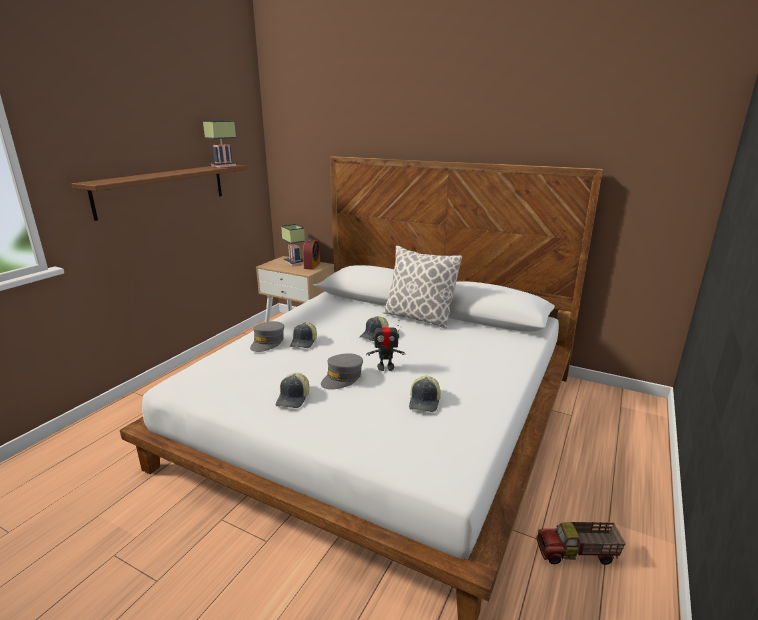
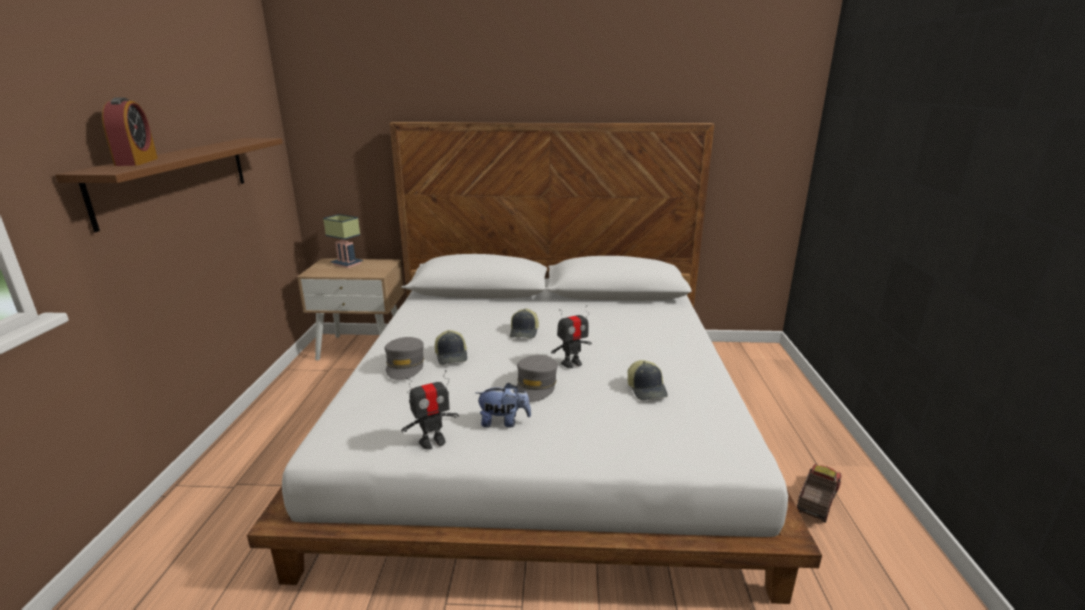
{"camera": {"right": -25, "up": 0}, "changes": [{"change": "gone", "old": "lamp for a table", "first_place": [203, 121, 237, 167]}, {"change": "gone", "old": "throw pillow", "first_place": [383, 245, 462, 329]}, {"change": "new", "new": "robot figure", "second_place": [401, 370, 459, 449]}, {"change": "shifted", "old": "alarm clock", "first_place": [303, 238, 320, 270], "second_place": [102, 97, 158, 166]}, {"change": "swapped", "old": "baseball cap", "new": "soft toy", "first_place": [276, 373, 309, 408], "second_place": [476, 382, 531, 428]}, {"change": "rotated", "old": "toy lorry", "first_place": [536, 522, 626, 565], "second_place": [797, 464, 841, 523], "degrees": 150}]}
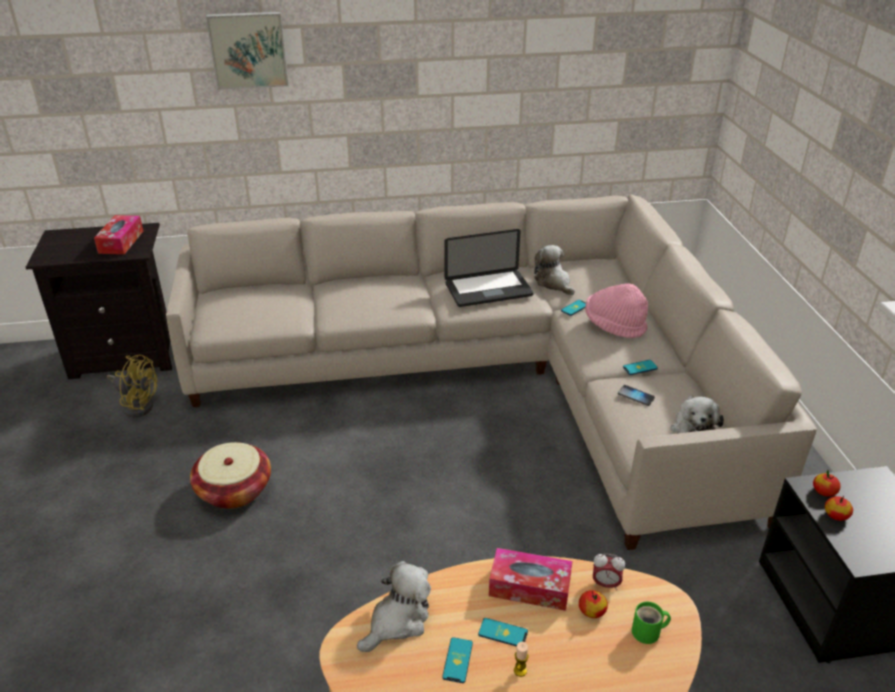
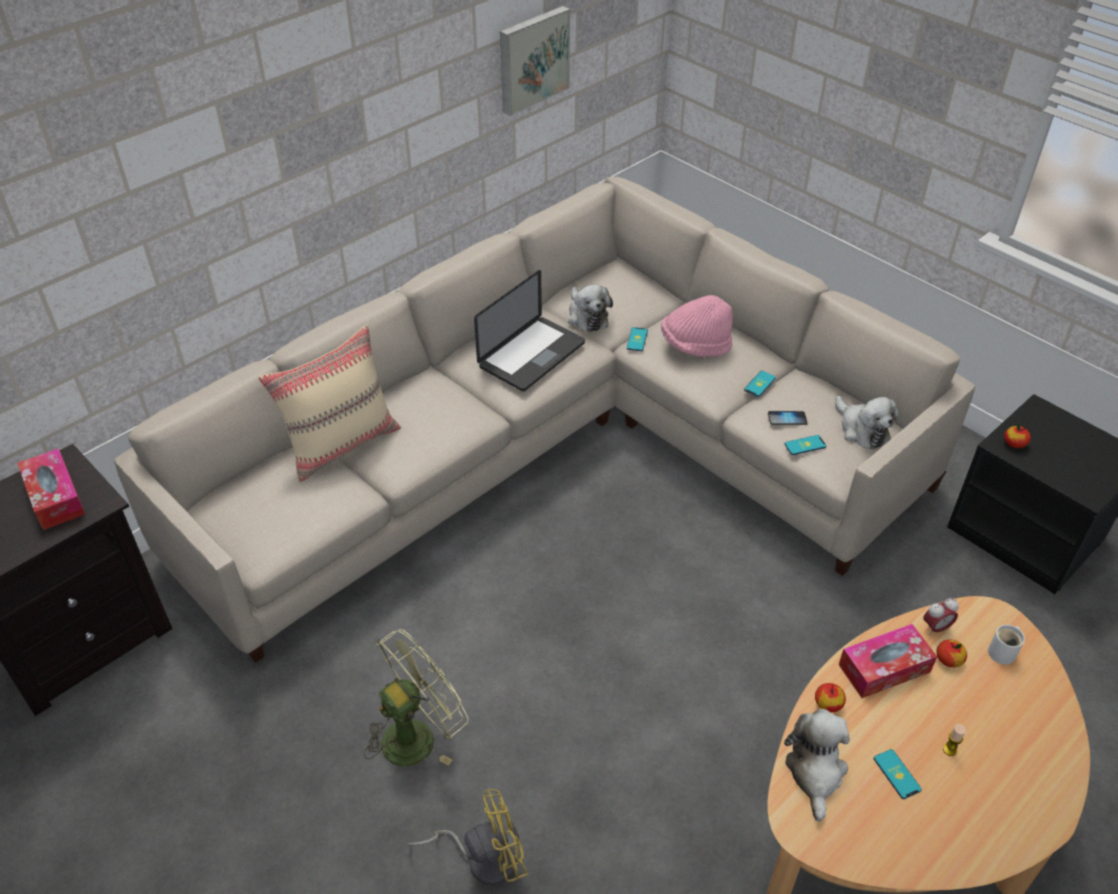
{"camera": {"right": -35, "up": 10}, "changes": [{"change": "new", "new": "sand-coloured throw pillow", "second_place": [258, 325, 401, 482]}, {"change": "shifted", "old": "yellowish cooling fan", "first_place": [107, 354, 157, 417], "second_place": [407, 789, 528, 885]}, {"change": "shifted", "old": "wall picture", "first_place": [206, 12, 289, 90], "second_place": [500, 6, 570, 116]}, {"change": "shifted", "old": "phone", "first_place": [478, 618, 528, 647], "second_place": [785, 435, 826, 455]}, {"change": "shifted", "old": "apple fruit", "first_place": [825, 496, 853, 521], "second_place": [815, 683, 846, 712]}, {"change": "swapped", "old": "basket", "new": "greenish cooling fan", "first_place": [190, 442, 271, 509], "second_place": [364, 629, 469, 766]}, {"change": "repainted", "old": "greenish coffee mug", "new": "white coffee mug", "first_place": [632, 601, 671, 644], "second_place": [988, 625, 1025, 665]}, {"change": "rotated", "old": "soft toy", "first_place": [534, 245, 575, 295], "second_place": [568, 284, 613, 332], "degrees": -135}]}
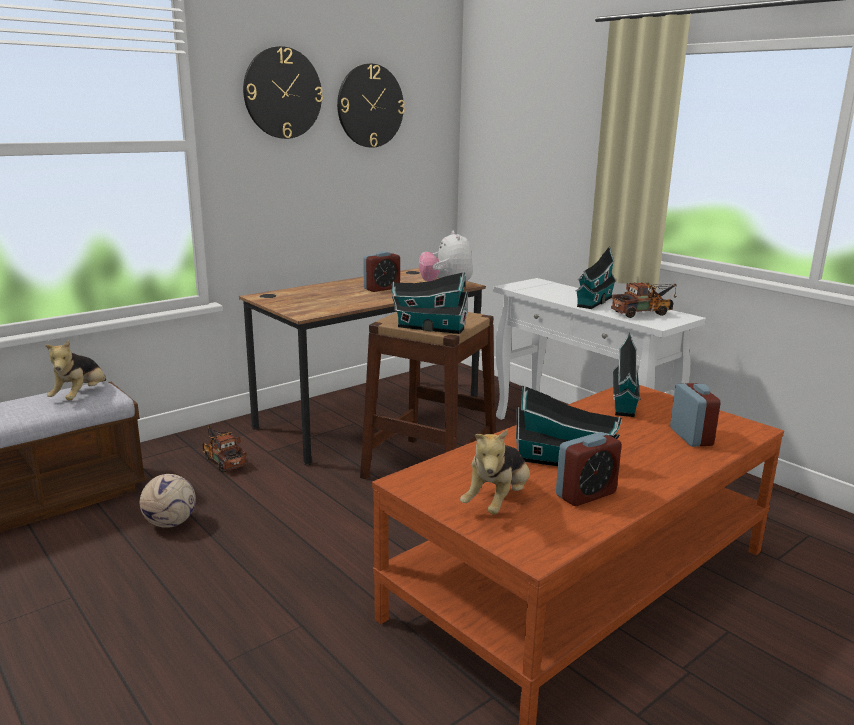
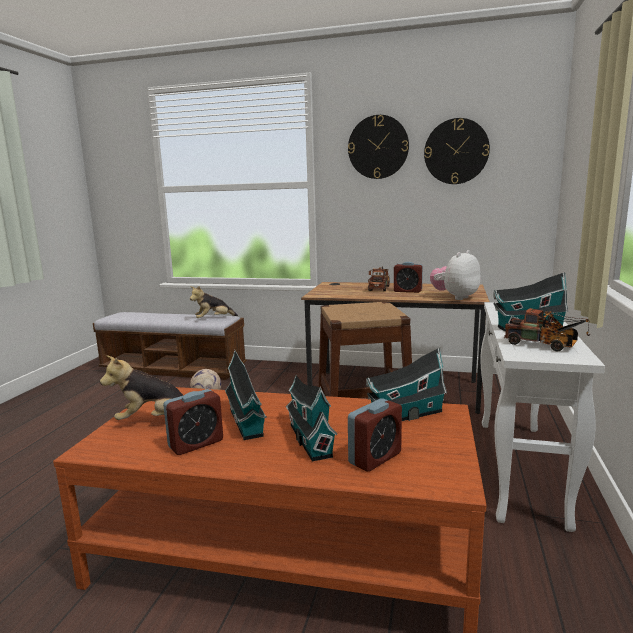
{"camera": {"right": 55, "up": -5}, "changes": [{"change": "shifted", "old": "toy lorry", "first_place": [203, 426, 247, 472], "second_place": [368, 266, 390, 291]}, {"change": "shifted", "old": "model house", "first_place": [392, 271, 468, 334], "second_place": [286, 375, 337, 461]}, {"change": "rotated", "old": "alarm clock", "first_place": [556, 432, 622, 506], "second_place": [163, 389, 223, 455], "degrees": -60}]}
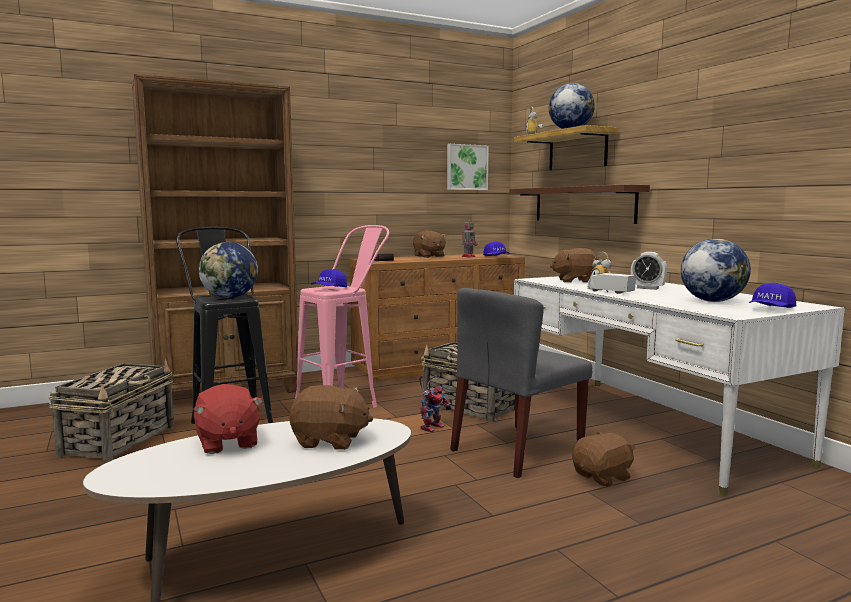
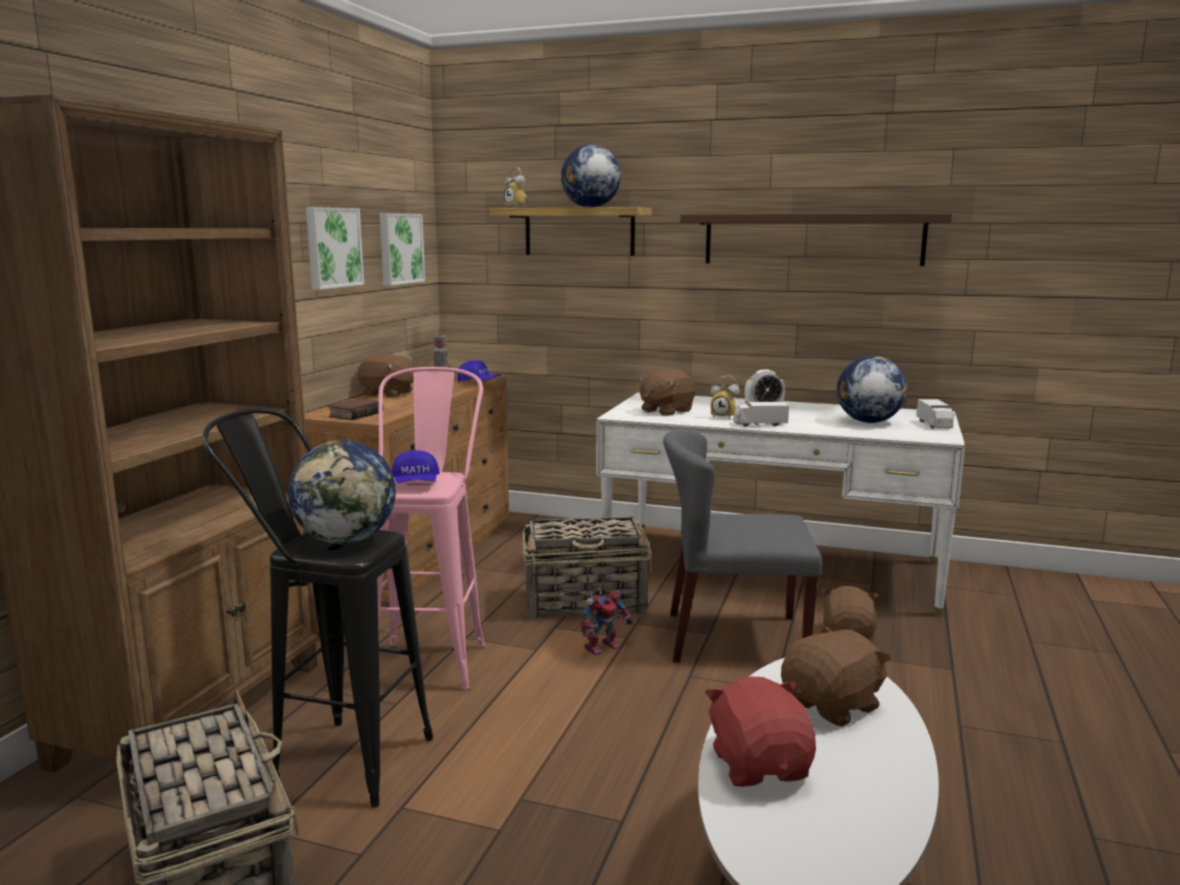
{"camera": {"right": -45, "up": 5}, "changes": [{"change": "new", "new": "wall picture", "second_place": [306, 207, 364, 289]}, {"change": "shifted", "old": "brownish bracket shelf", "first_place": [509, 185, 650, 224], "second_place": [680, 213, 952, 266]}, {"change": "swapped", "old": "blue baseball cap", "new": "toy lorry", "first_place": [749, 283, 796, 308], "second_place": [916, 399, 955, 429]}, {"change": "rotated", "old": "red soft toy", "first_place": [193, 384, 263, 454], "second_place": [705, 677, 816, 787], "degrees": -120}, {"change": "rotated", "old": "robot figure", "first_place": [419, 375, 452, 432], "second_place": [581, 575, 633, 656], "degrees": 60}, {"change": "rotated", "old": "greyish chair", "first_place": [450, 288, 592, 478], "second_place": [663, 430, 822, 663], "degrees": 90}]}
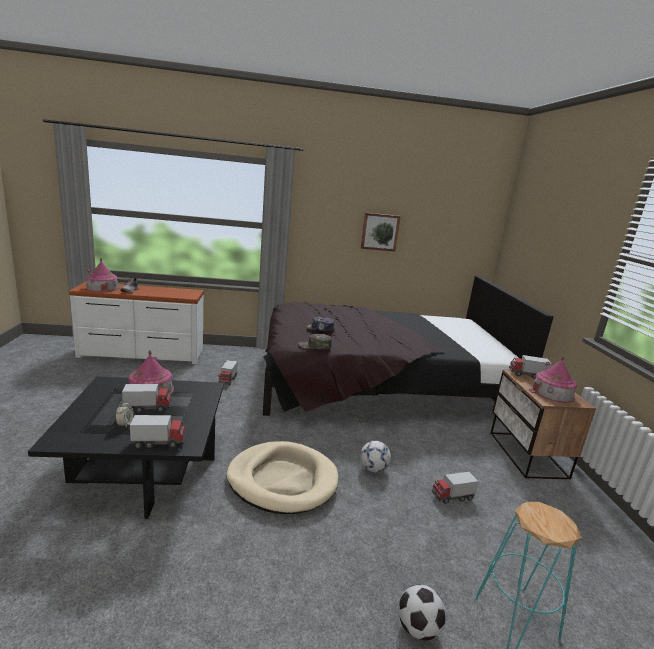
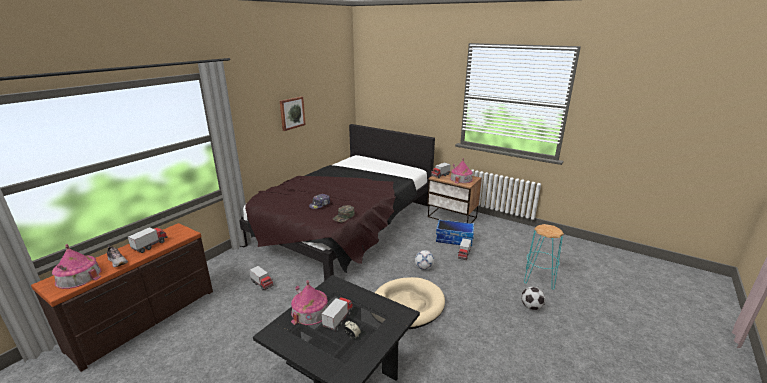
{"camera": {"right": -50, "up": 5}, "changes": [{"change": "new", "new": "storage bin", "second_place": [436, 219, 474, 246]}, {"change": "shifted", "old": "toy lorry", "first_place": [130, 415, 186, 449], "second_place": [128, 227, 168, 253]}, {"change": "repainted", "old": "white dresser", "new": "brownish dresser", "first_place": [69, 282, 204, 364], "second_place": [31, 223, 213, 372]}]}
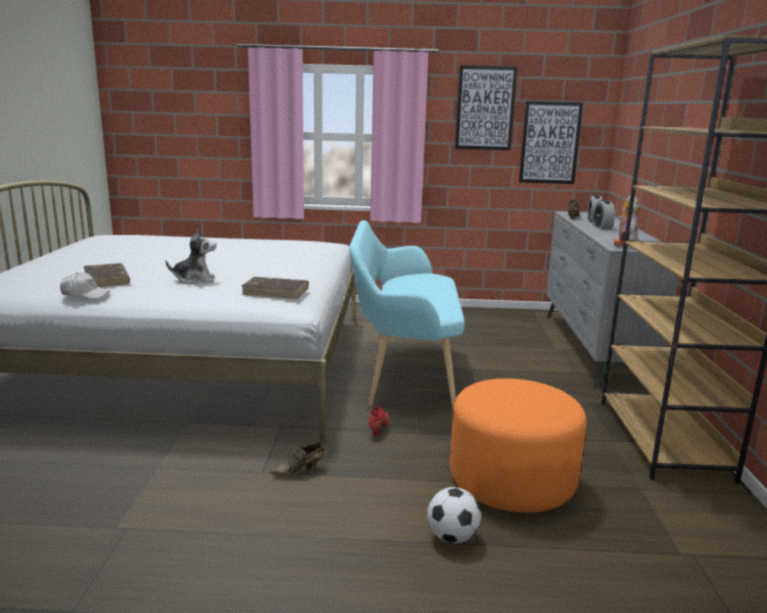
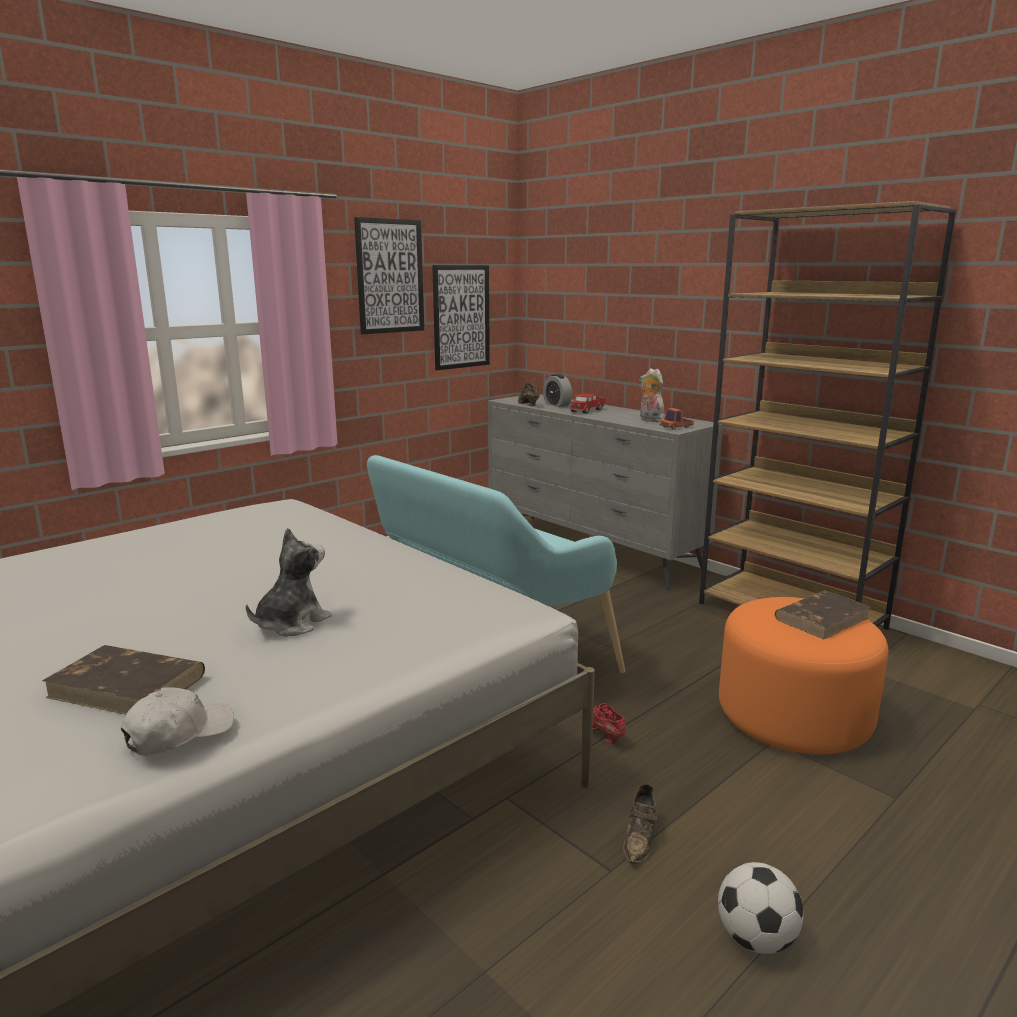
{"camera": {"right": -45, "up": 0}, "changes": [{"change": "shifted", "old": "brownish book", "first_place": [242, 277, 309, 299], "second_place": [775, 591, 871, 639]}, {"change": "shifted", "old": "football", "first_place": [427, 487, 481, 543], "second_place": [718, 862, 804, 954]}, {"change": "swapped", "old": "alarm clock", "new": "toy lorry", "first_place": [592, 200, 615, 229], "second_place": [570, 394, 606, 414]}]}
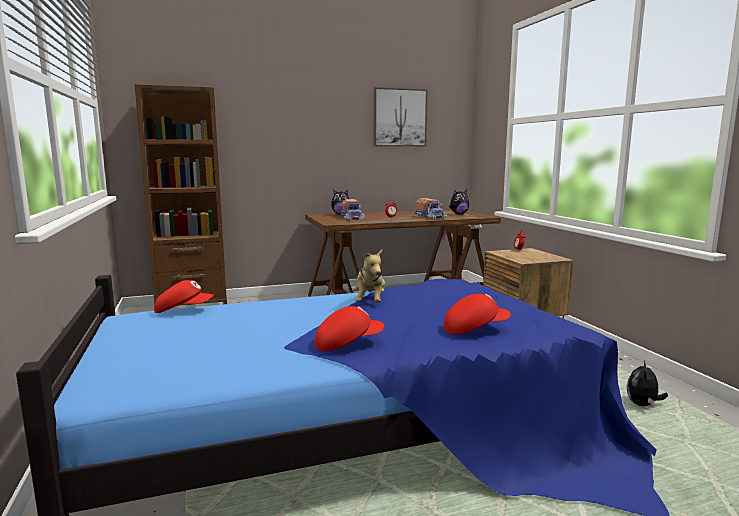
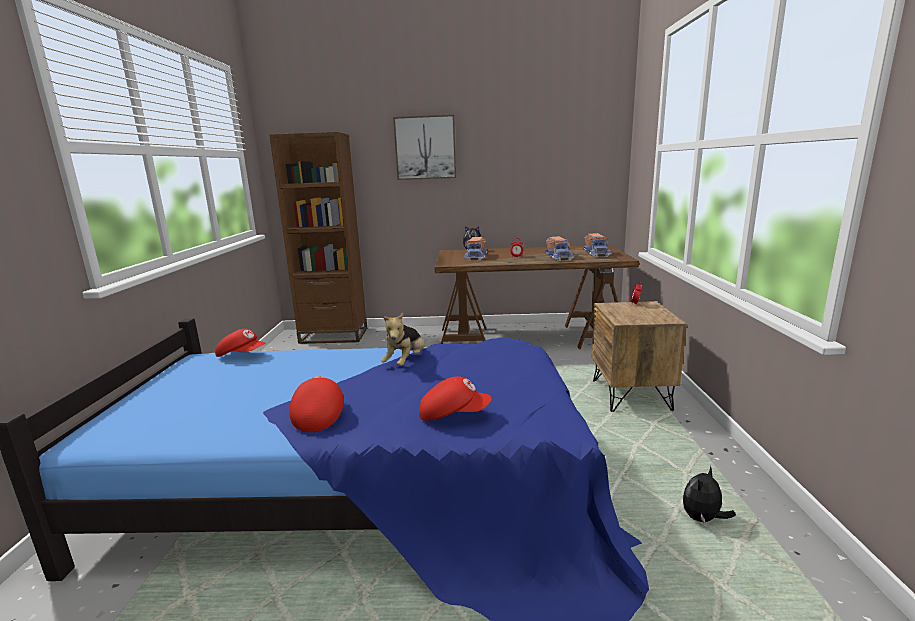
{"camera": {"right": 20, "up": 5}, "changes": [{"change": "shifted", "old": "wall picture", "first_place": [374, 87, 428, 146], "second_place": [393, 115, 456, 180]}, {"change": "swapped", "old": "soft toy", "new": "toy lorry", "first_place": [449, 190, 469, 214], "second_place": [583, 233, 612, 257]}, {"change": "rotated", "old": "red baseball cap", "first_place": [315, 306, 384, 351], "second_place": [289, 376, 344, 432], "degrees": -90}]}
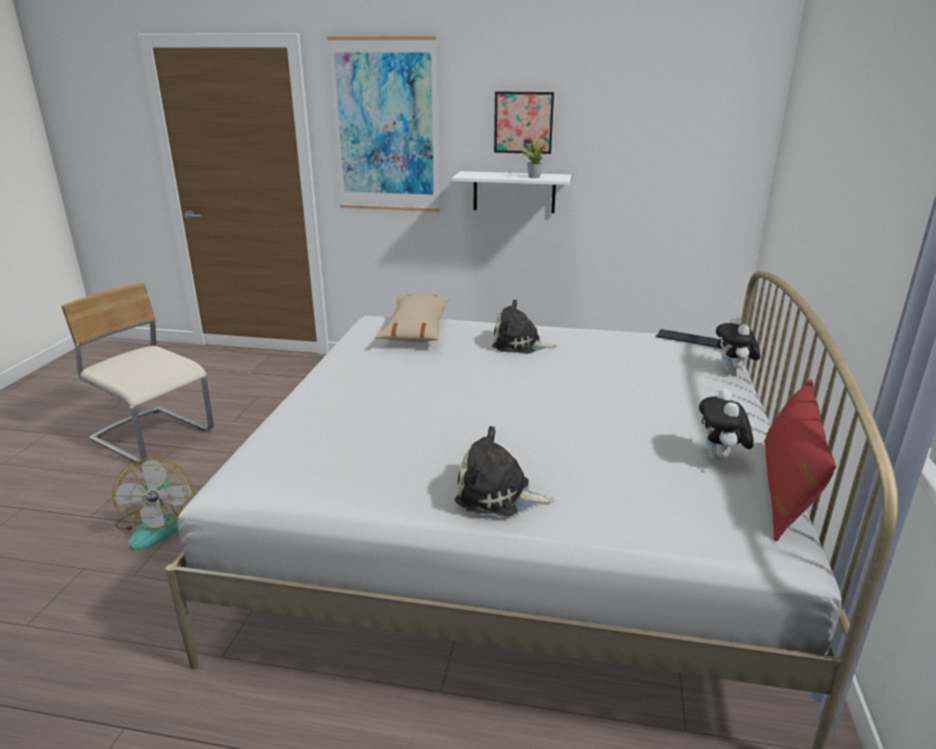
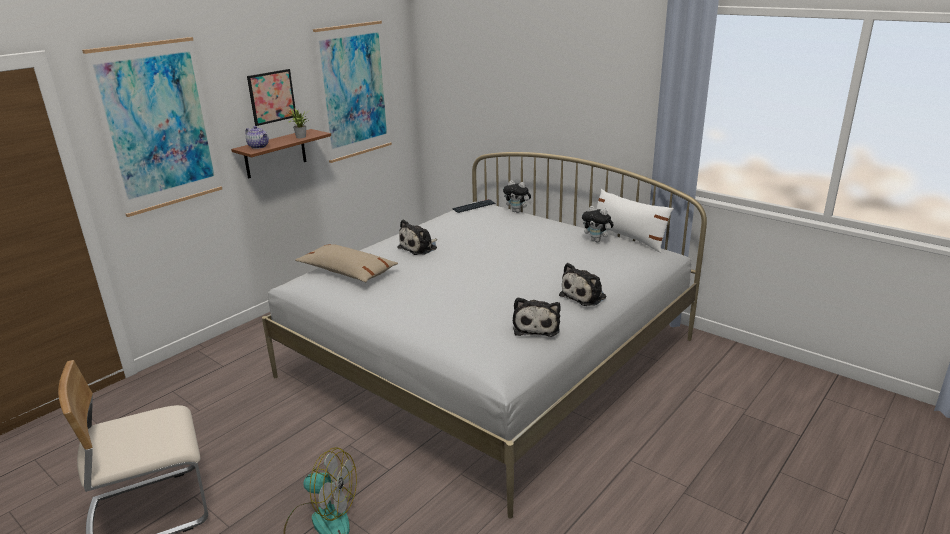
{"camera": {"right": -60, "up": 0}, "changes": [{"change": "new", "new": "pot for tea", "second_place": [245, 126, 269, 149]}, {"change": "new", "new": "wall picture", "second_place": [313, 21, 392, 163]}, {"change": "new", "new": "soft toy", "second_place": [513, 297, 561, 337]}, {"change": "repainted", "old": "white bracket shelf", "new": "brownish bracket shelf", "first_place": [452, 171, 571, 213], "second_place": [231, 129, 331, 179]}, {"change": "repainted", "old": "red throw pillow", "new": "white throw pillow", "first_place": [764, 379, 836, 541], "second_place": [596, 189, 674, 253]}]}
